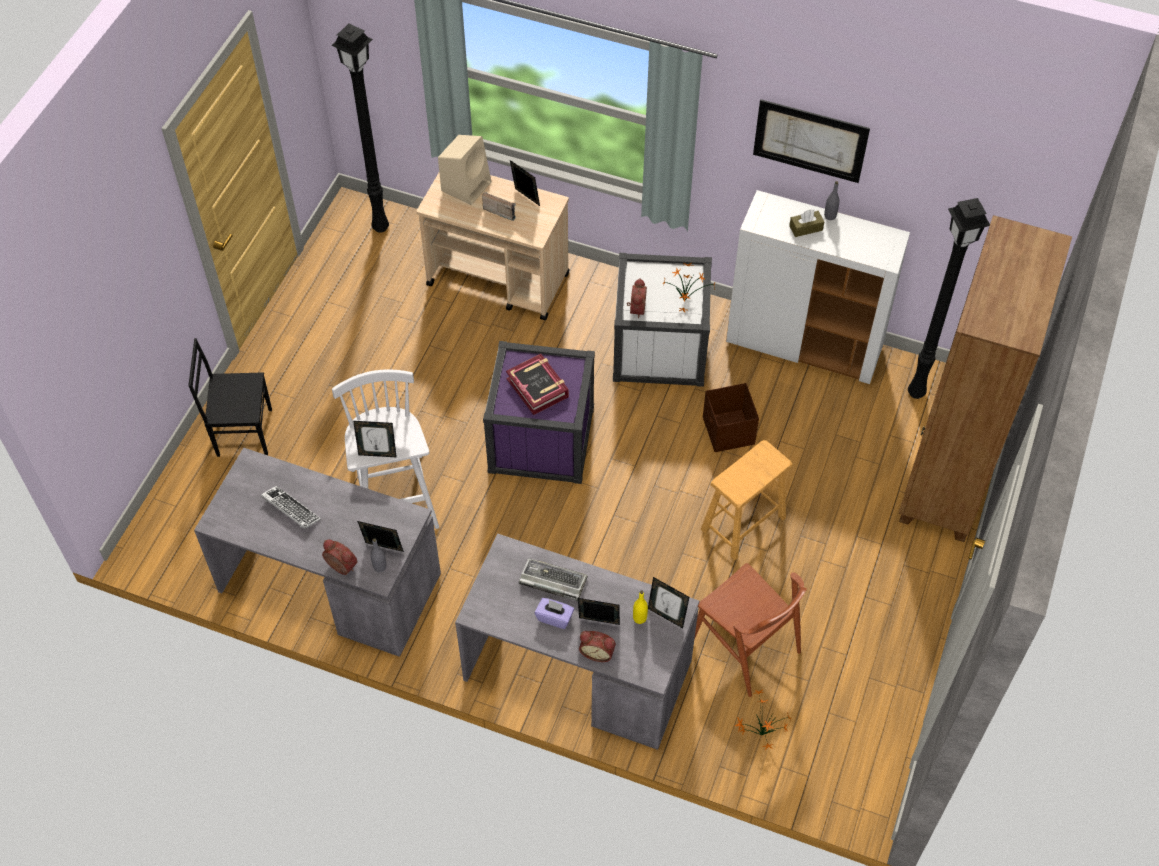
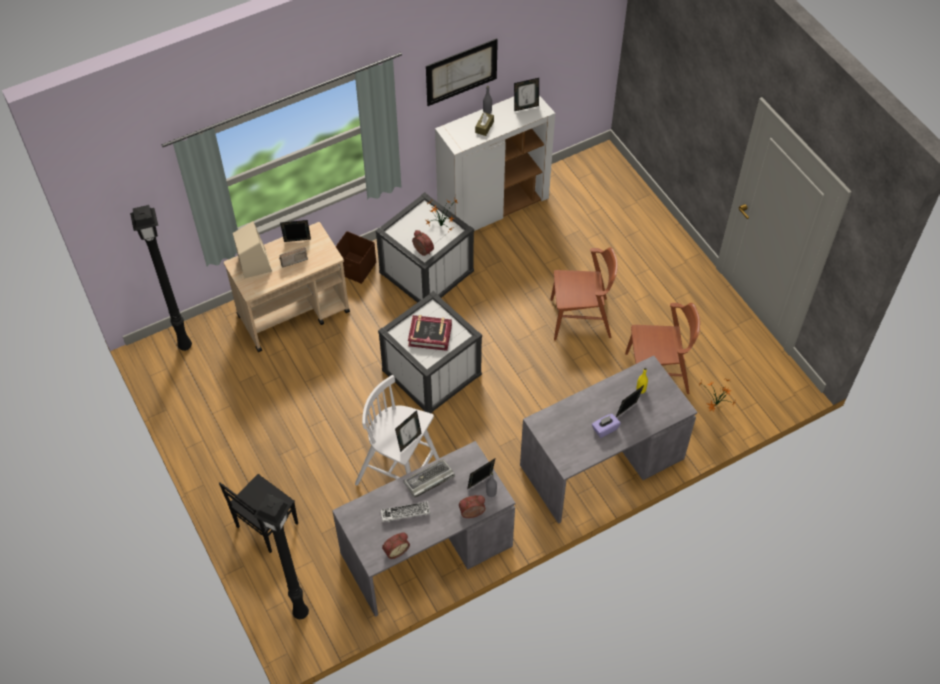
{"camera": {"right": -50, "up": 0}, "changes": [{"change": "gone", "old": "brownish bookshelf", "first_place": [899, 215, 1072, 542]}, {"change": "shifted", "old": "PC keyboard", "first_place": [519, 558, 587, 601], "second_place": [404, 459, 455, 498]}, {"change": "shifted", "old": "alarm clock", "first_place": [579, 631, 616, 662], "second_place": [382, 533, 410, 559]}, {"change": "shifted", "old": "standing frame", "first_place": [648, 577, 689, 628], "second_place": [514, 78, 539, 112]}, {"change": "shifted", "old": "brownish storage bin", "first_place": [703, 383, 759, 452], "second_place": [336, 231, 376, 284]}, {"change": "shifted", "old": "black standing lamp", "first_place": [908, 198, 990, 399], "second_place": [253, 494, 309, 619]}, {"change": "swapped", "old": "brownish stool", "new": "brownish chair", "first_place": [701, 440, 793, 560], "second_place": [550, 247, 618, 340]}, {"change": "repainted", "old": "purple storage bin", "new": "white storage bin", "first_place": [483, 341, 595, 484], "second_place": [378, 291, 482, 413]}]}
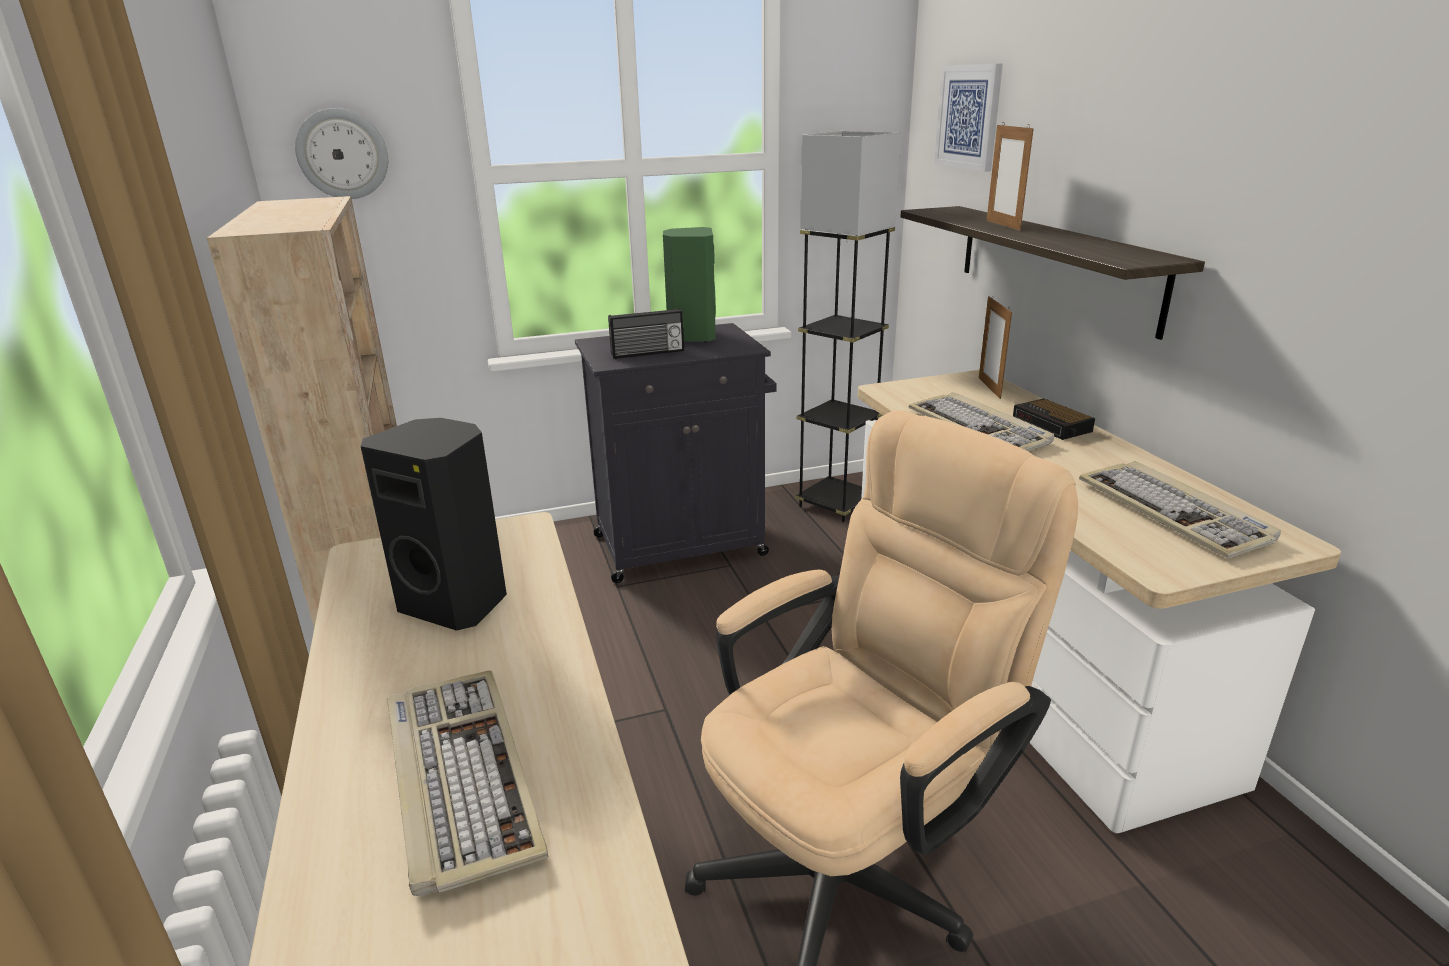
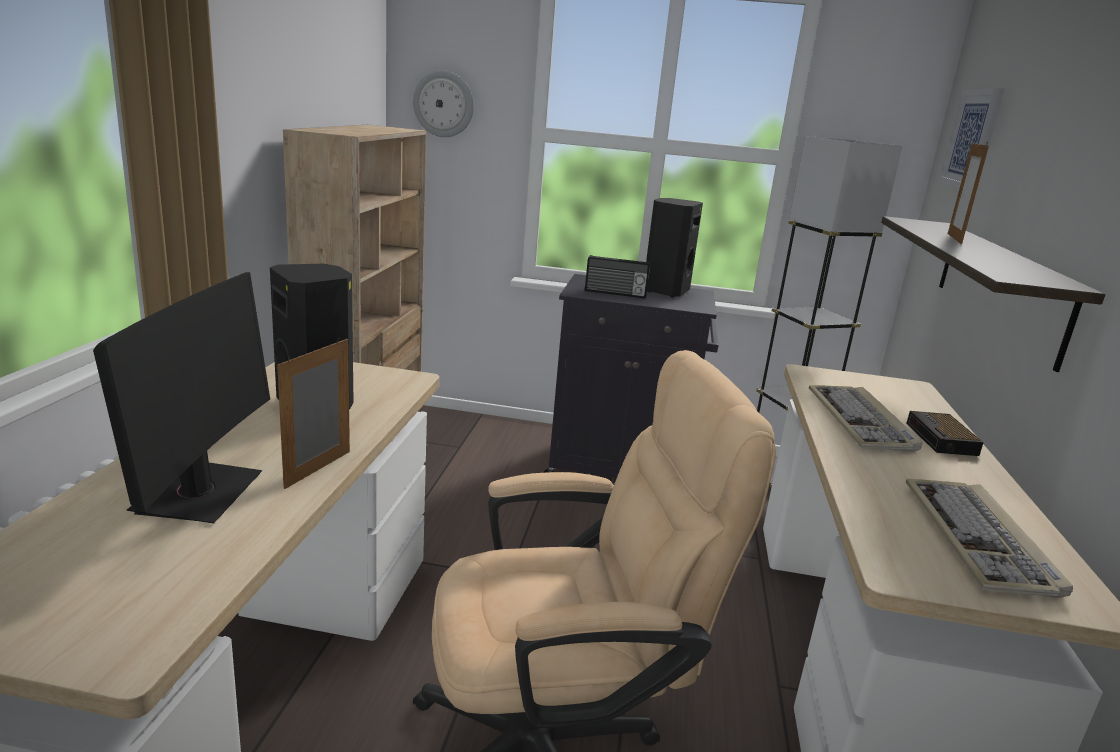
{"camera": {"right": 25, "up": -5}, "changes": [{"change": "shifted", "old": "standing frame", "first_place": [979, 295, 1012, 399], "second_place": [277, 338, 350, 489]}, {"change": "swapped", "old": "PC keyboard", "new": "computer screen", "first_place": [387, 670, 549, 896], "second_place": [93, 272, 270, 523]}, {"change": "repainted", "old": "greenish audio speaker", "new": "black audio speaker", "first_place": [663, 227, 716, 342], "second_place": [646, 198, 703, 297]}]}
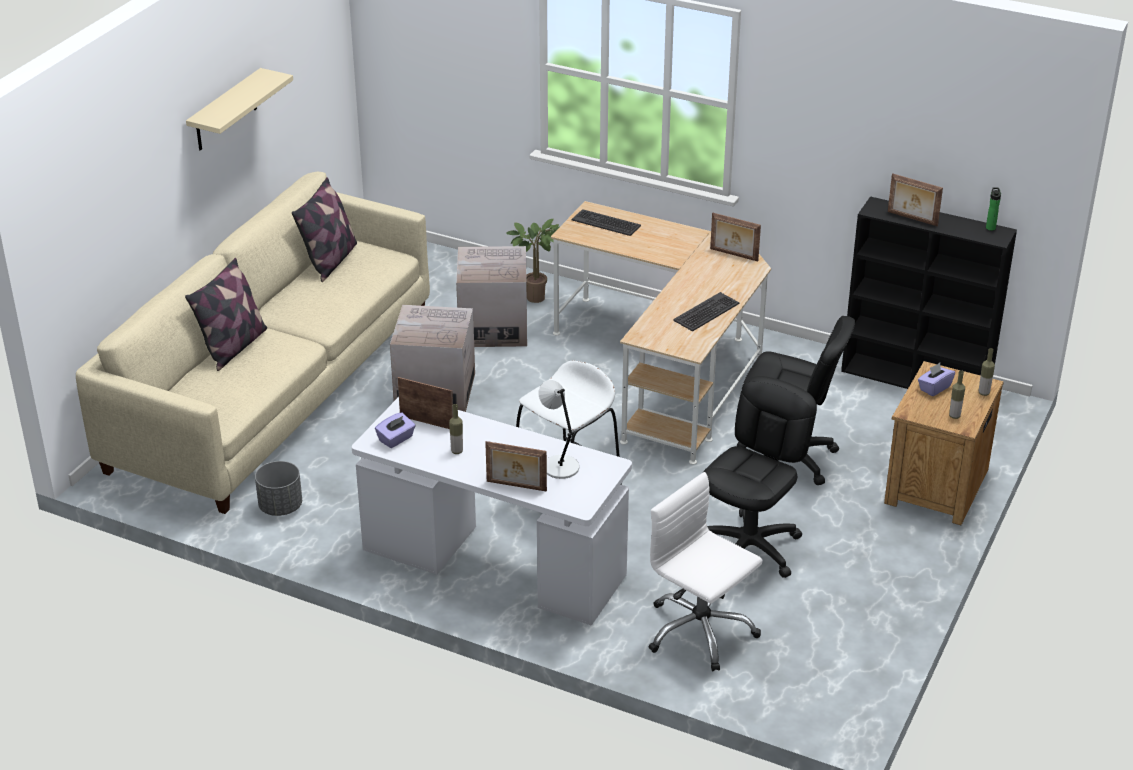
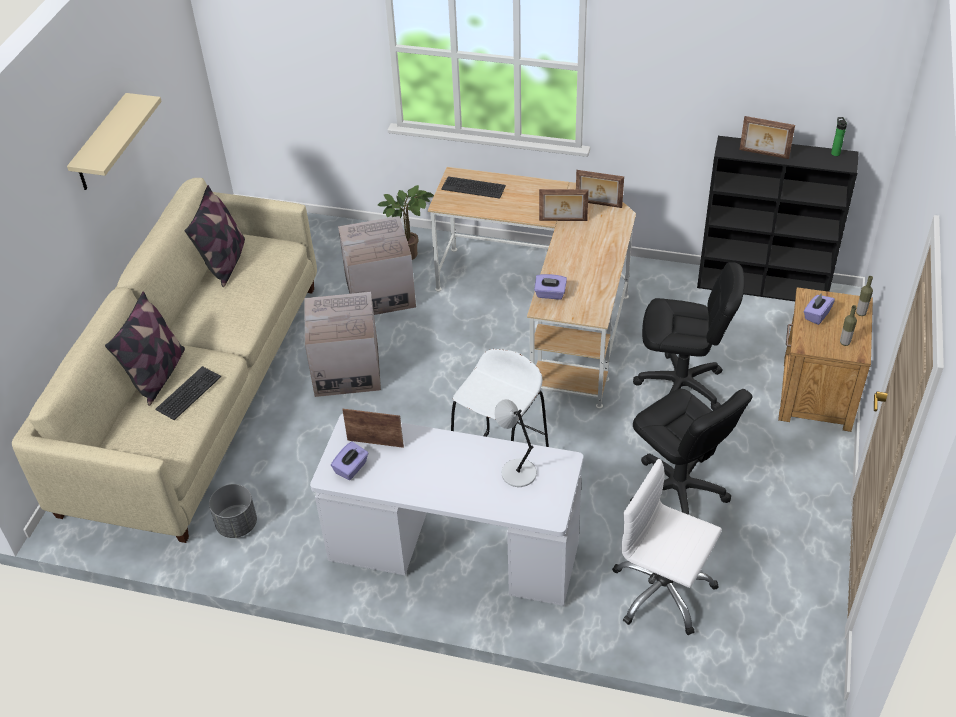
{"camera": {"right": -10, "up": 10}, "changes": [{"change": "gone", "old": "beverage bottle", "first_place": [449, 404, 463, 454]}, {"change": "new", "new": "purple tissue box", "second_place": [534, 274, 567, 299]}, {"change": "shifted", "old": "standing frame", "first_place": [485, 441, 547, 492], "second_place": [539, 189, 589, 221]}, {"change": "shifted", "old": "PC keyboard", "first_place": [673, 292, 740, 332], "second_place": [155, 366, 221, 420]}, {"change": "rotated", "old": "black office chair", "first_place": [703, 376, 817, 578], "second_place": [630, 389, 753, 515], "degrees": 120}]}
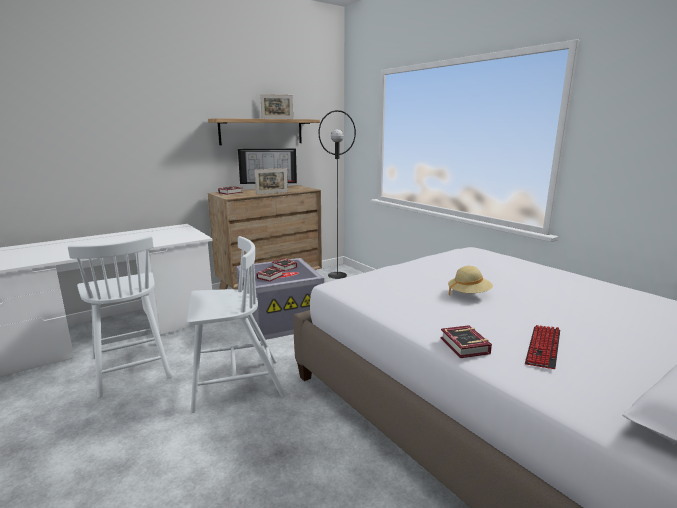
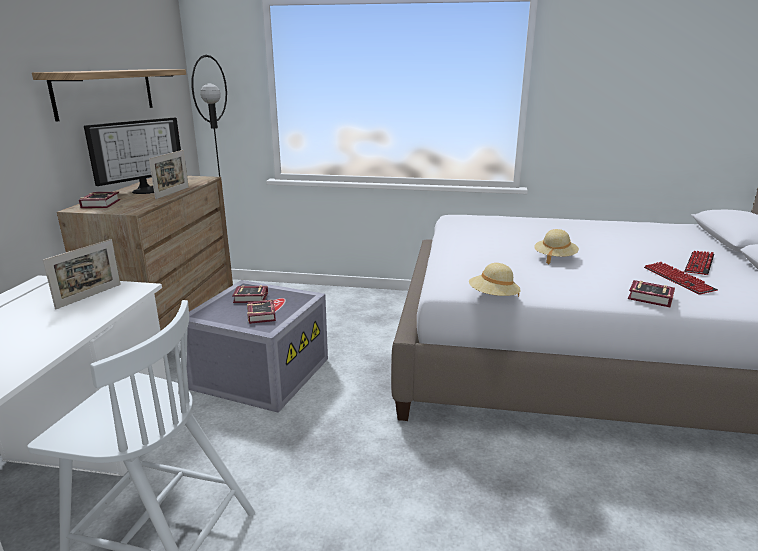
{"camera": {"right": -45, "up": 5}, "changes": [{"change": "gone", "old": "white chair", "first_place": [187, 236, 286, 413]}, {"change": "new", "new": "sand-coloured wearable hat", "second_place": [469, 263, 521, 297]}, {"change": "new", "new": "PC keyboard", "second_place": [684, 251, 714, 275]}, {"change": "shifted", "old": "standing frame", "first_place": [260, 94, 293, 119], "second_place": [43, 239, 121, 309]}]}
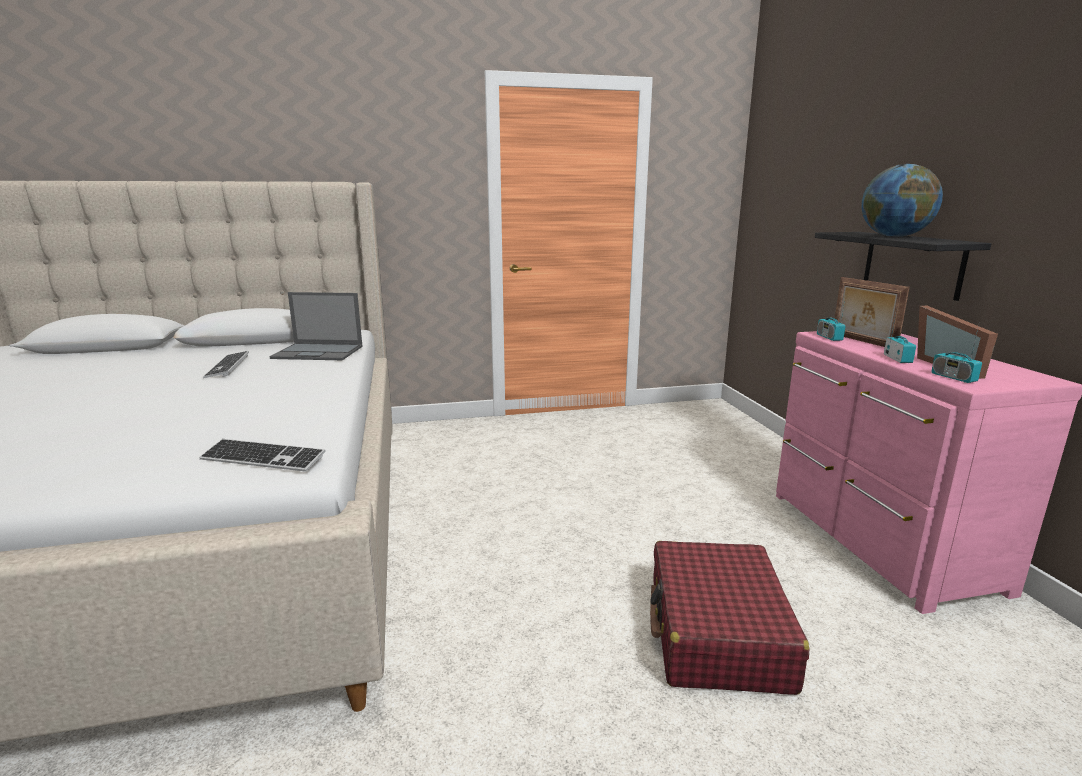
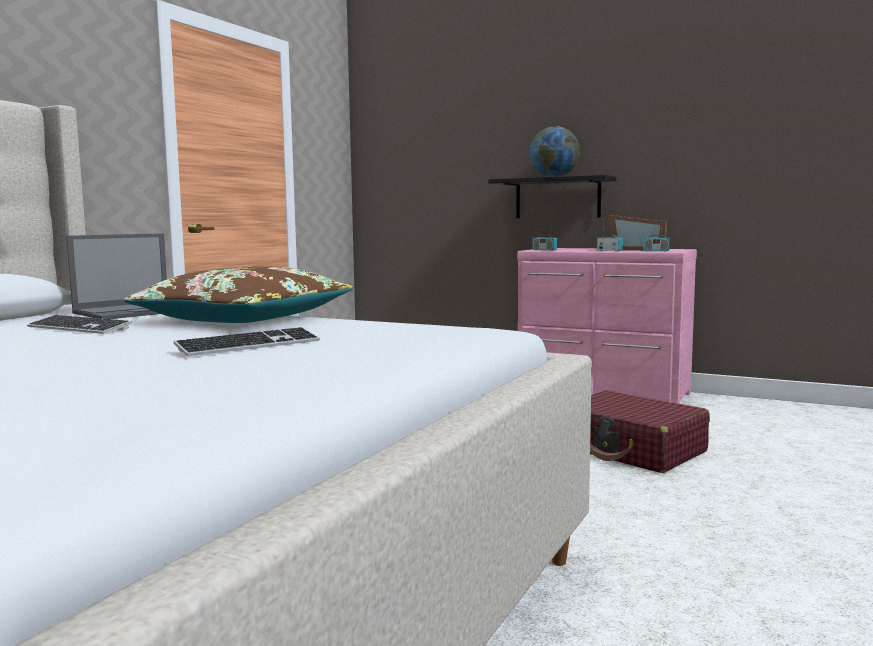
{"camera": {"right": -50, "up": -10}, "changes": [{"change": "gone", "old": "standing frame", "first_place": [835, 277, 910, 347]}, {"change": "new", "new": "brownish throw pillow", "second_place": [124, 267, 353, 323]}, {"change": "shifted", "old": "PC keyboard", "first_place": [199, 439, 326, 472], "second_place": [174, 327, 320, 356]}]}
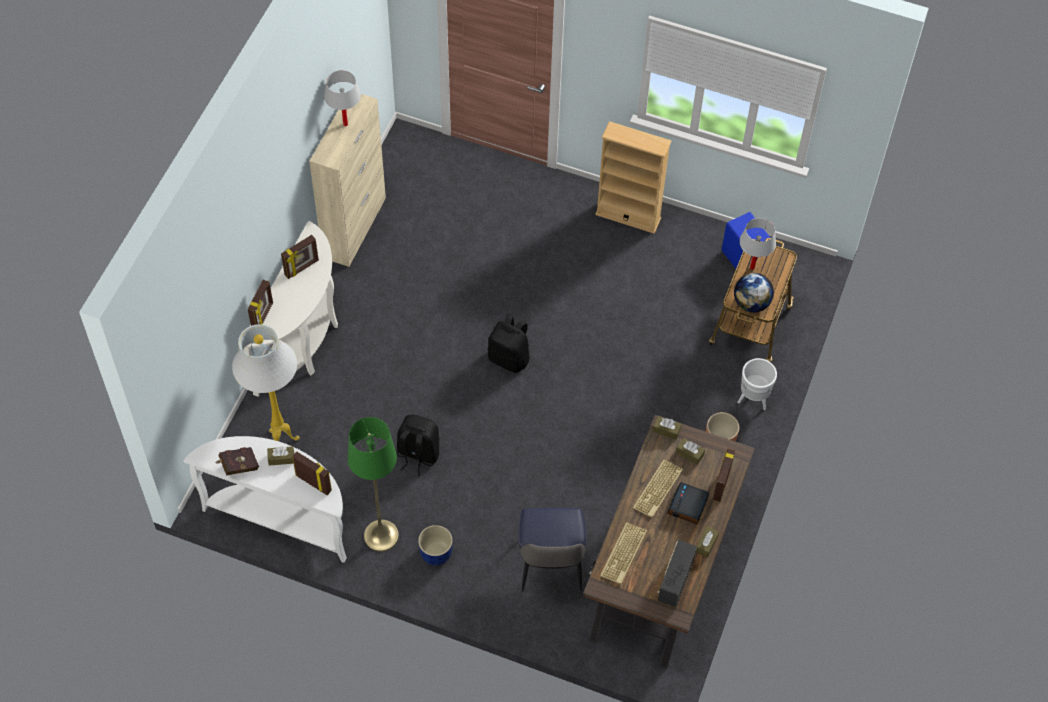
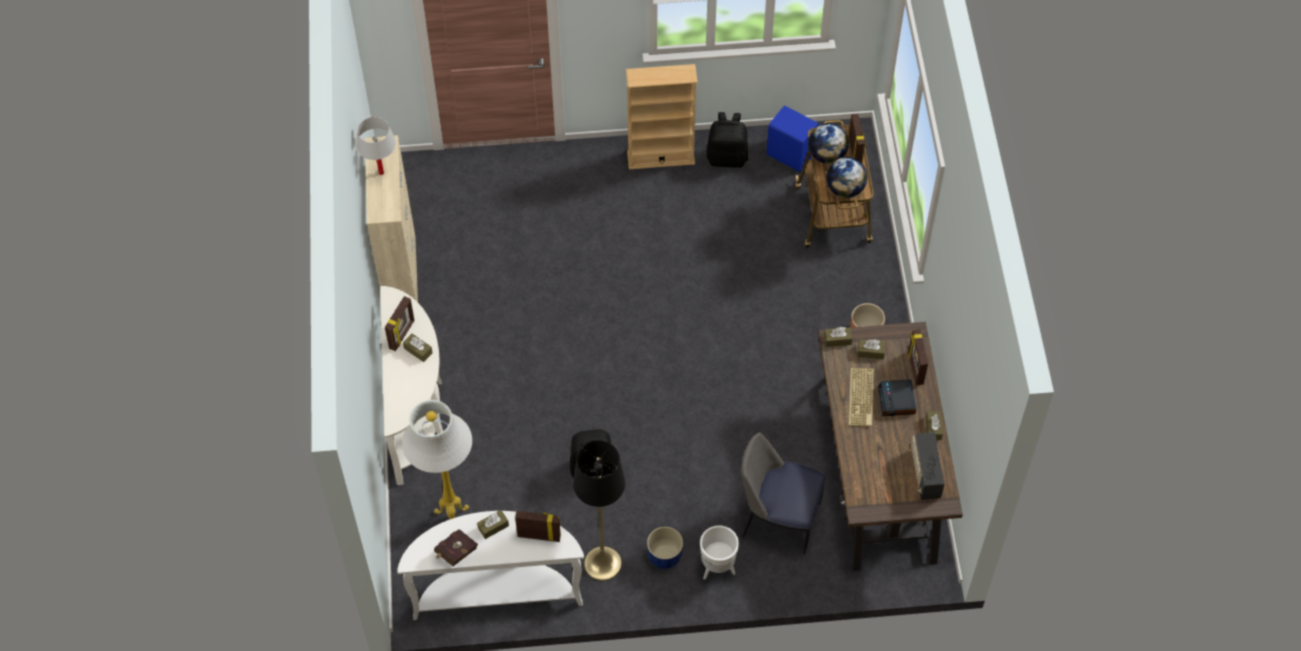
{"camera": {"right": -25, "up": 0}, "changes": [{"change": "gone", "old": "PC keyboard", "first_place": [600, 522, 647, 584]}, {"change": "new", "new": "brownish tissue box", "second_place": [403, 334, 433, 362]}, {"change": "shifted", "old": "standing frame", "first_place": [248, 280, 273, 326], "second_place": [848, 114, 866, 163]}, {"change": "shifted", "old": "black knapsack", "first_place": [487, 314, 530, 373], "second_place": [707, 112, 748, 168]}, {"change": "shifted", "old": "white plant pot", "first_place": [737, 358, 777, 410], "second_place": [700, 526, 739, 580]}, {"change": "swapped", "old": "white lamp for a table", "new": "world globe", "first_place": [740, 218, 776, 270], "second_place": [808, 123, 849, 164]}, {"change": "repainted", "old": "greenish standing lamp", "new": "black standing lamp", "first_place": [348, 417, 399, 552], "second_place": [573, 440, 625, 581]}, {"change": "rotated", "old": "chair", "first_place": [519, 507, 587, 592], "second_place": [741, 433, 826, 554], "degrees": 135}]}
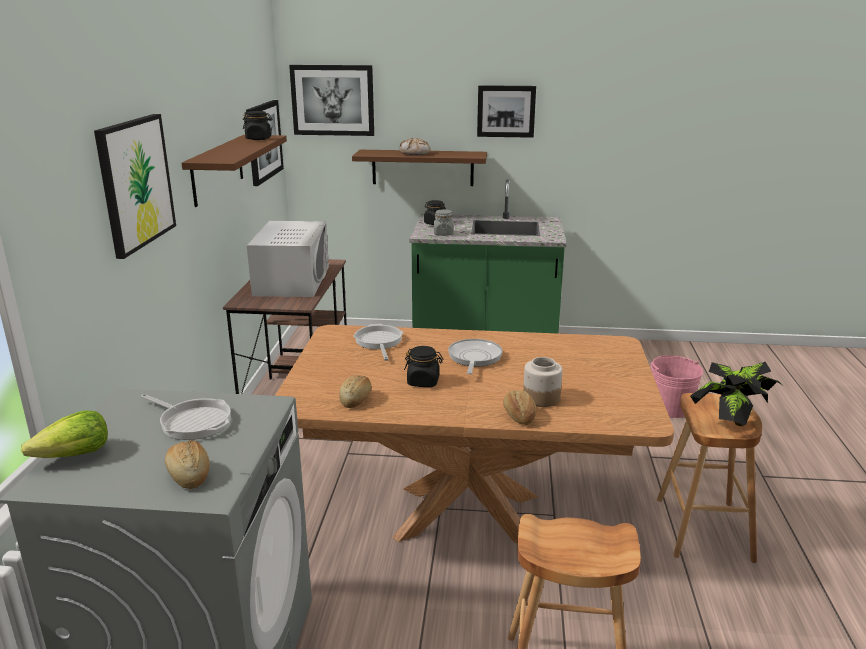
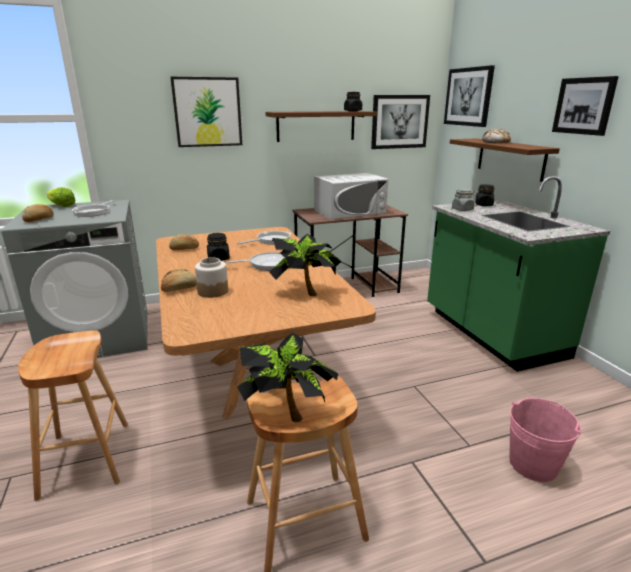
{"camera": {"right": 65, "up": 0}, "changes": [{"change": "new", "new": "plant in a pot", "second_place": [269, 234, 342, 296]}]}
